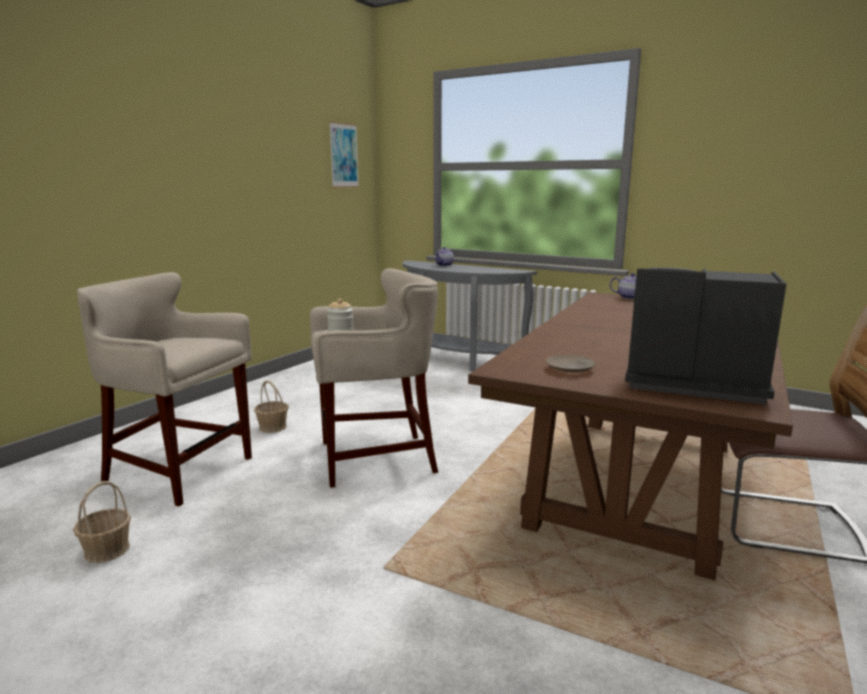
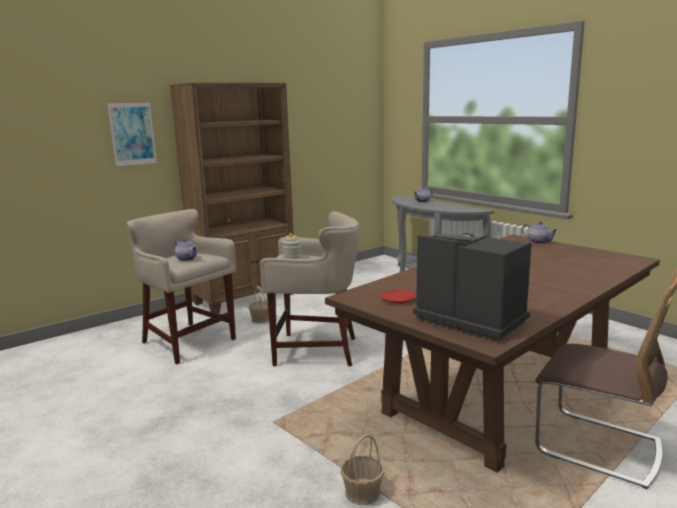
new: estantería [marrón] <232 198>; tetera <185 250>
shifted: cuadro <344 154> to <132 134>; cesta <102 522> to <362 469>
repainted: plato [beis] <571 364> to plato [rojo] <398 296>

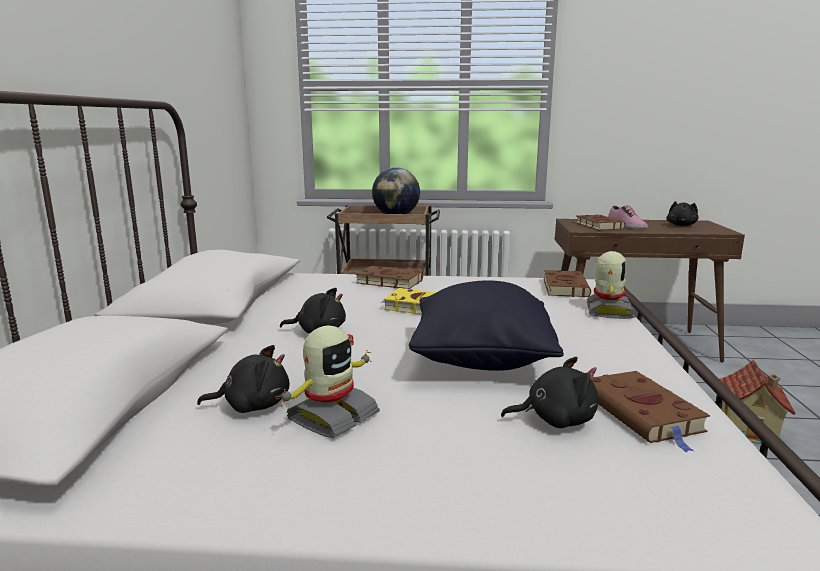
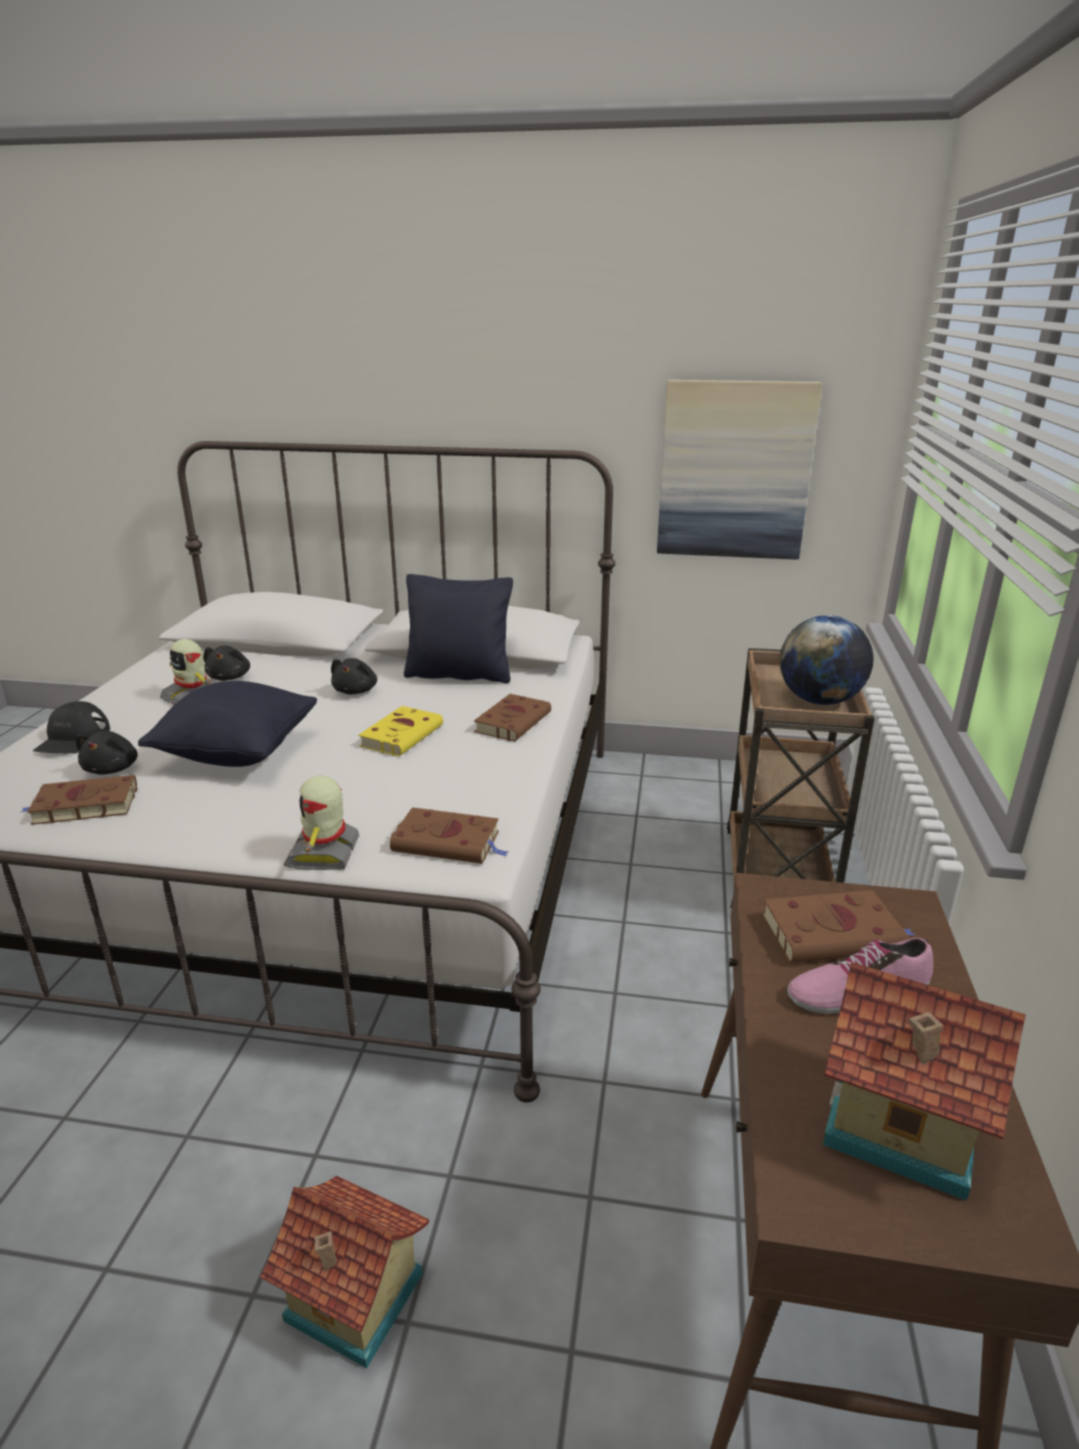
new: cuadro <739 470>; cojín [negro] <458 628>; gorra [negro] <71 727>
swapped: peluche [negro] <682 213> to casita <924 1081>
rotated: robot de juguete <611 285> = <322 823> 75 degrees clockwise

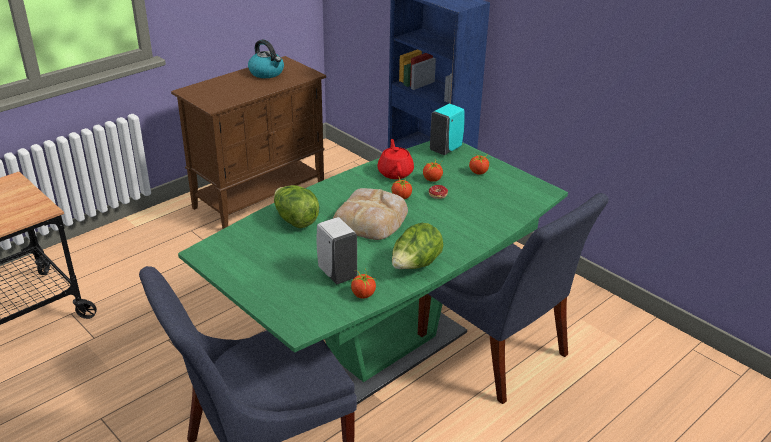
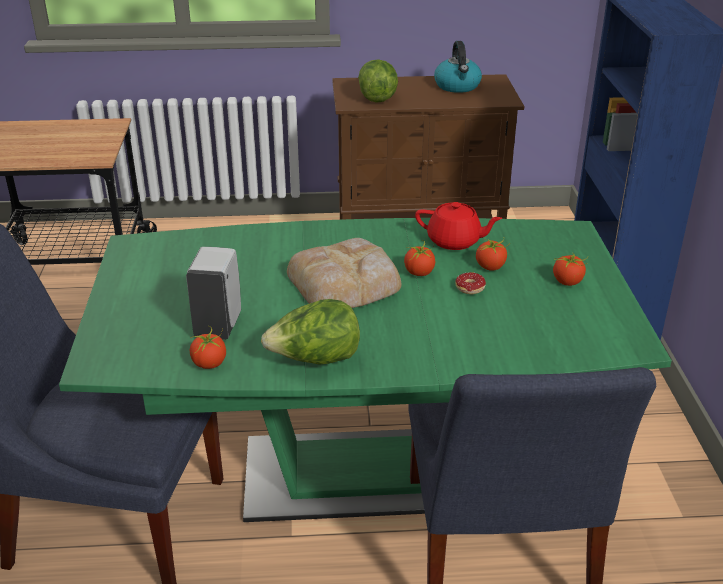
gone: dispensador de jabón [turquesa] <447 129>
shifted: lechuga <296 206> to <378 81>
rotated: tetera [rojo] <396 159> = <458 226> 75 degrees clockwise

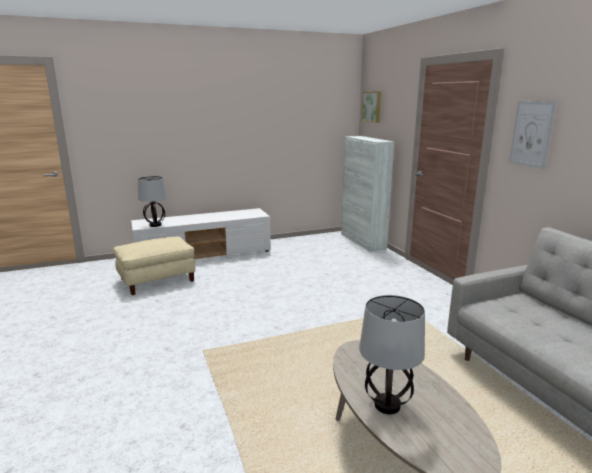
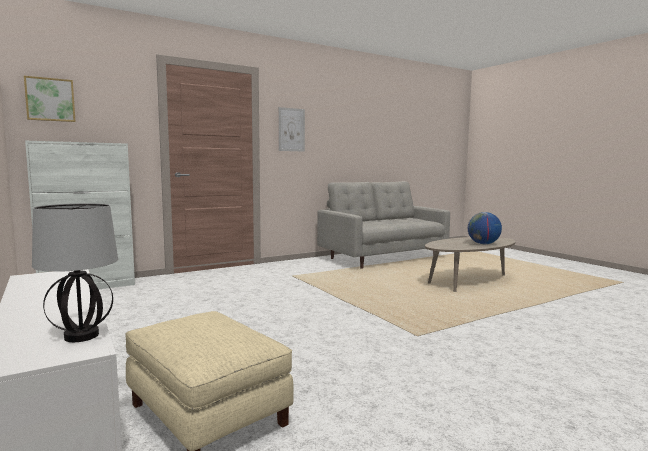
swapped: lámpara de mesa <392 354> to globo terráqueo <485 228>

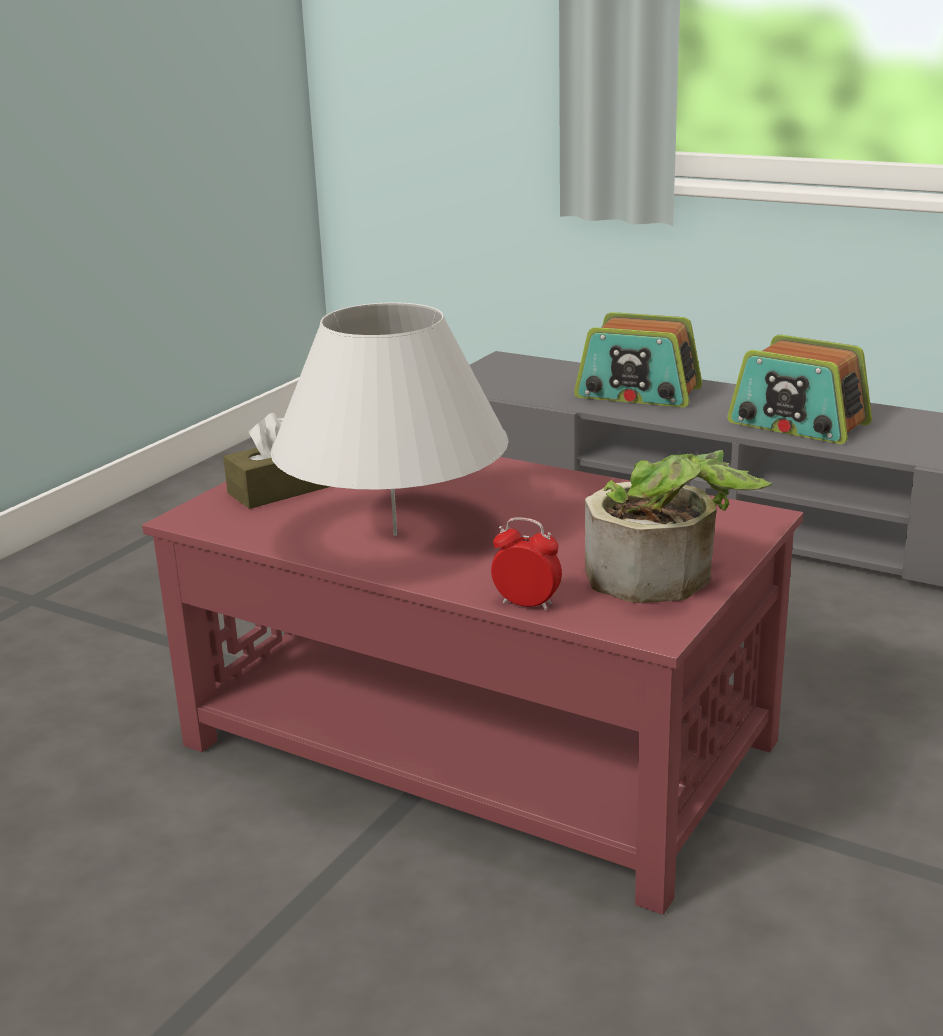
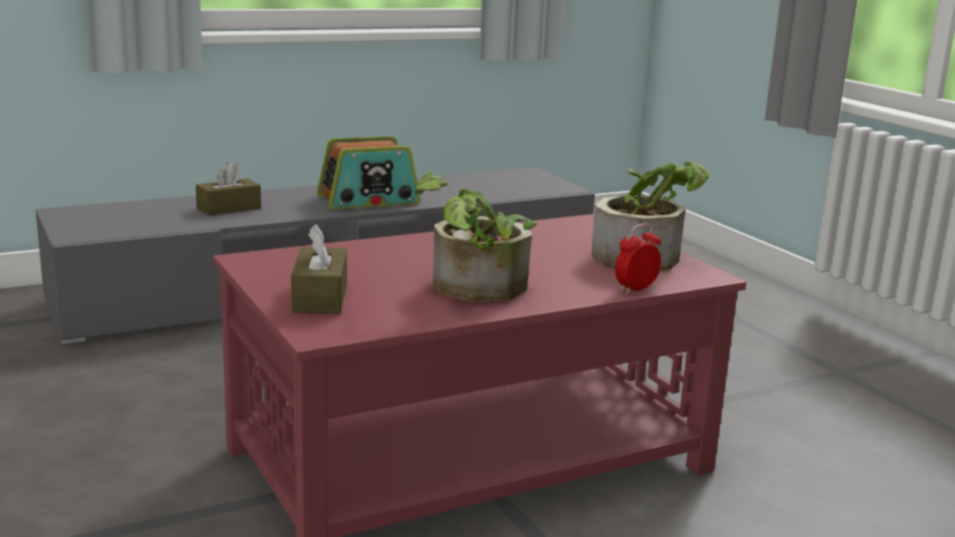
swapped: lámpara de mesa [blanco] <389 419> to planta en maceta <475 236>; radio <638 359> to caja de pañuelos [marrón] <228 189>

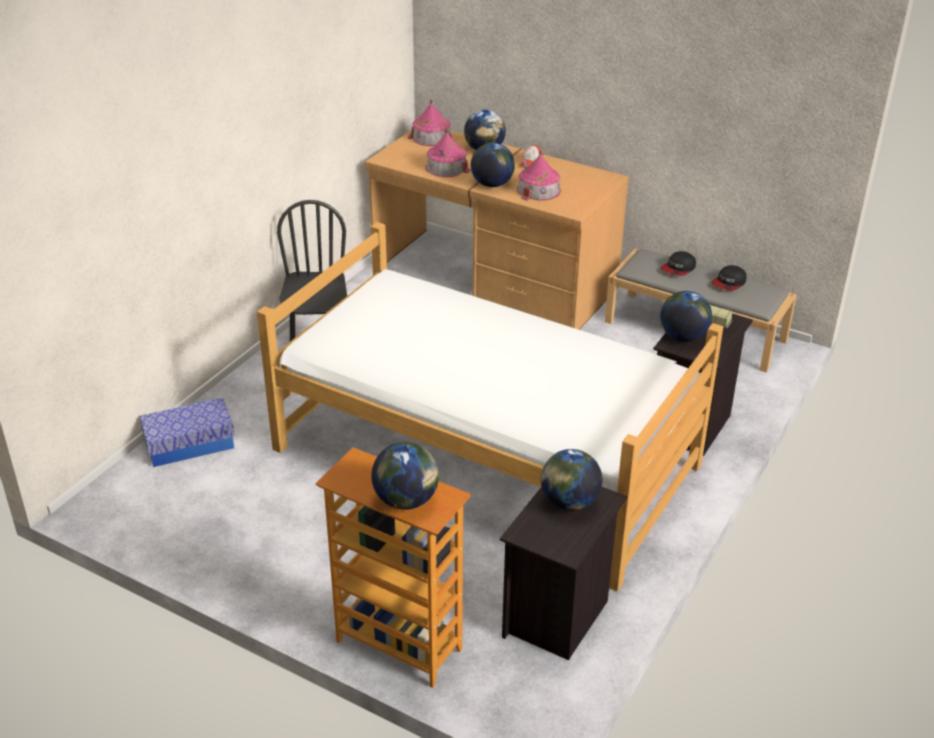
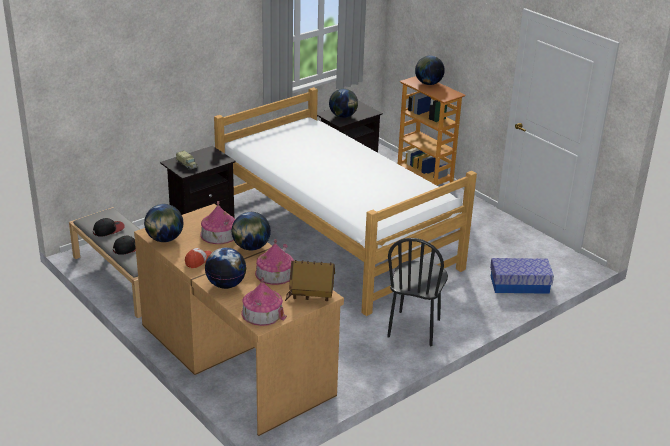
new: casita <310 280>
shifted: globo terráqueo <686 316> to <163 223>

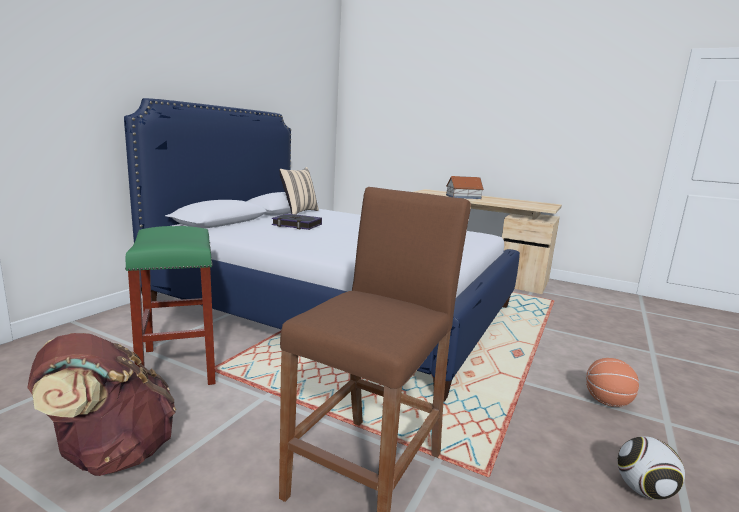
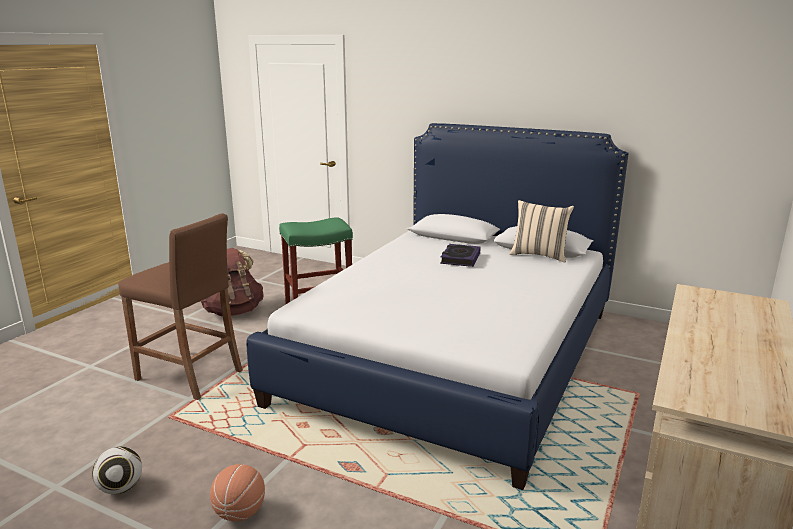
gone: casita <465 187>

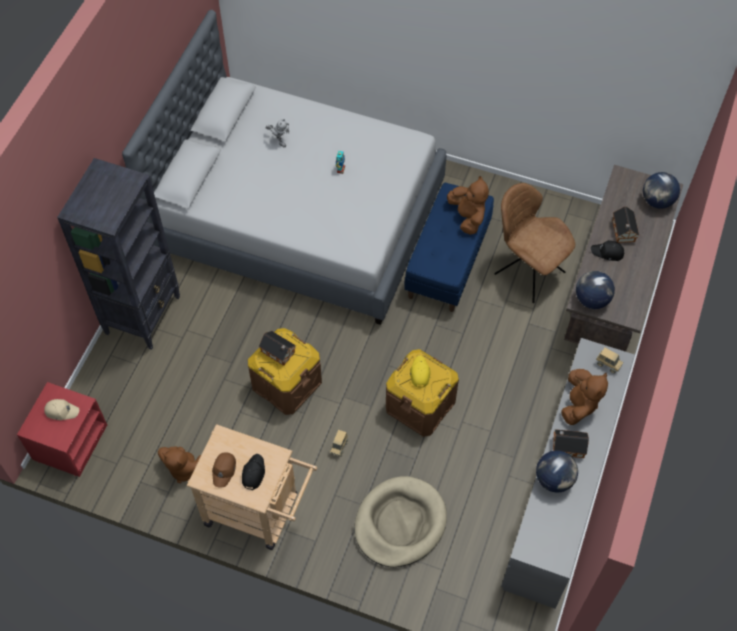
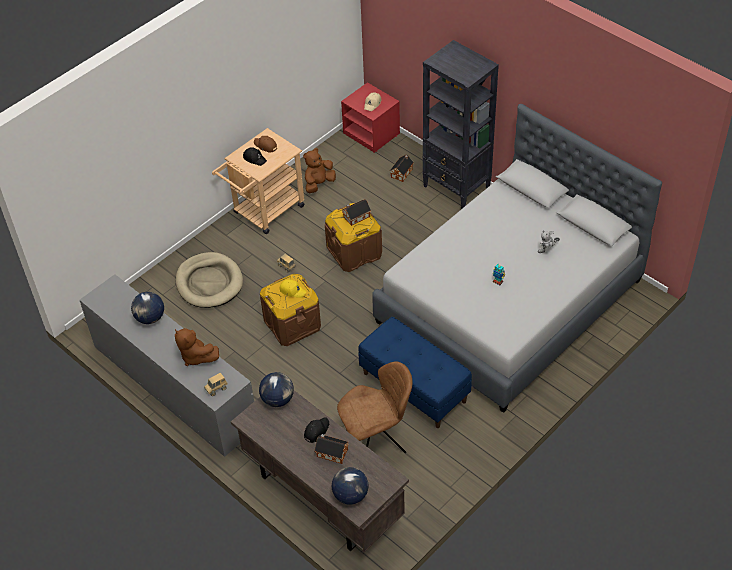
gone: peluche [marrón] <468 205>
shifted: casita <571 443> to <402 168>

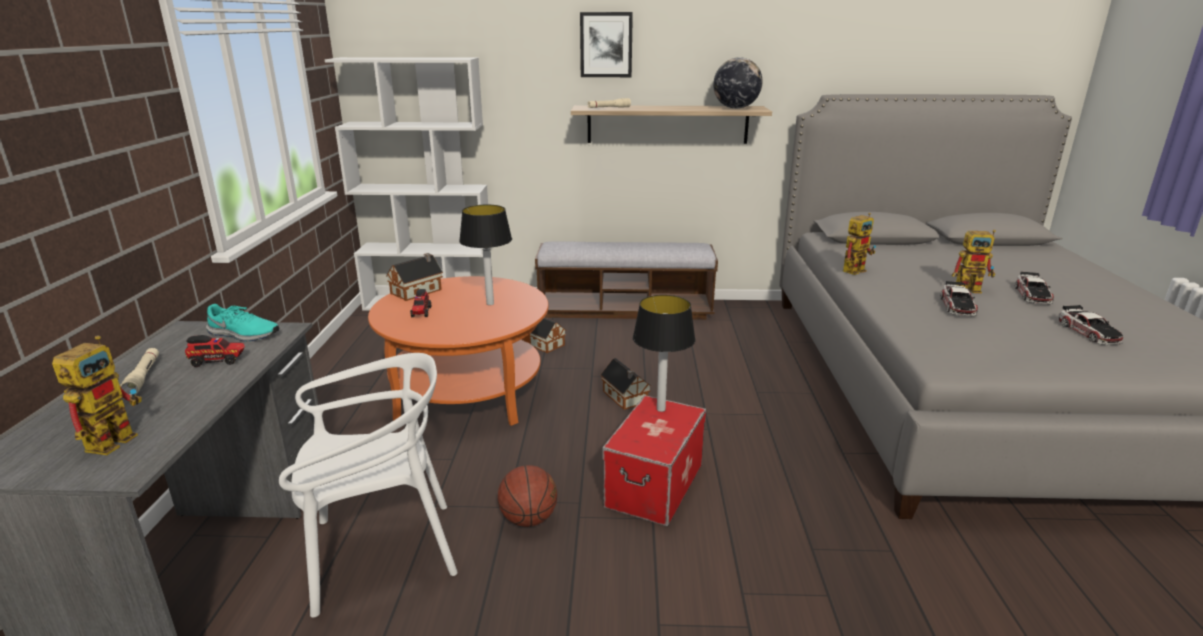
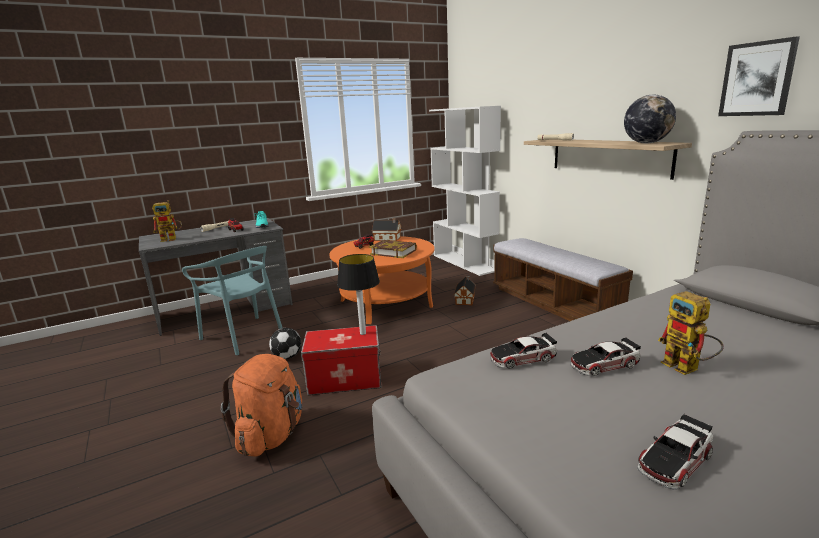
gone: robot de juguete <859 244>; casita <626 384>
new: mochila [naranja] <261 405>
shifted: cuadro <606 44> to <759 76>; coche de juguete <1034 288> to <523 351>
swapped: lámpara de mesa <485 255> to libro <393 249>; balón de baloncesto <527 496> to balón de fútbol <285 343>
repainted: silla [blanco] <368 485> to silla [turquesa] <232 300>

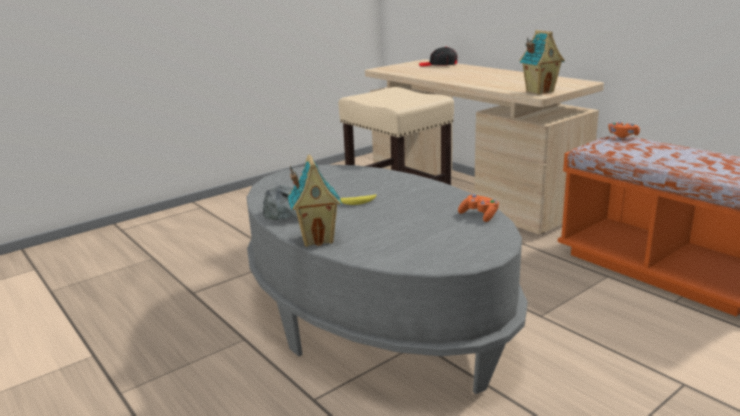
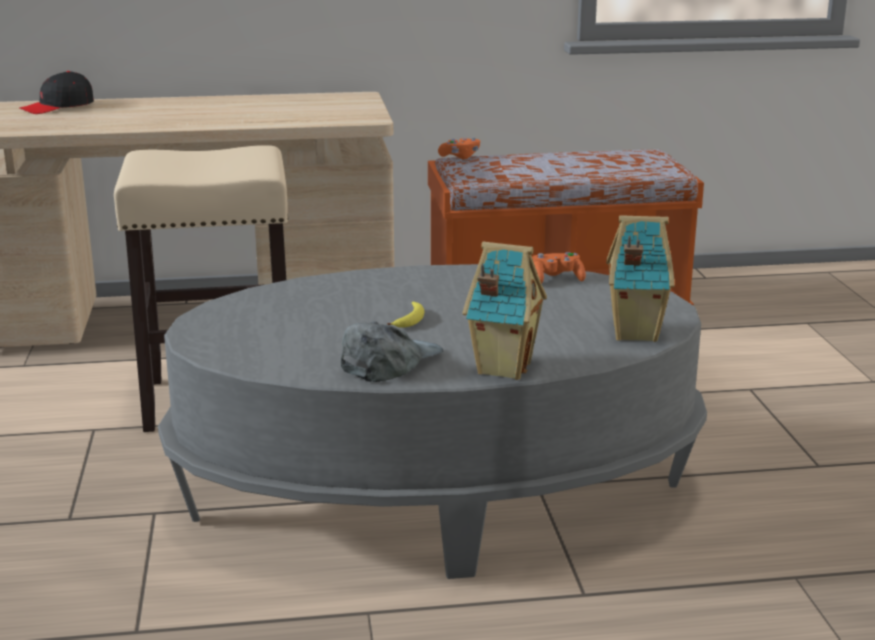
shifted: casita <542 62> to <640 278>

